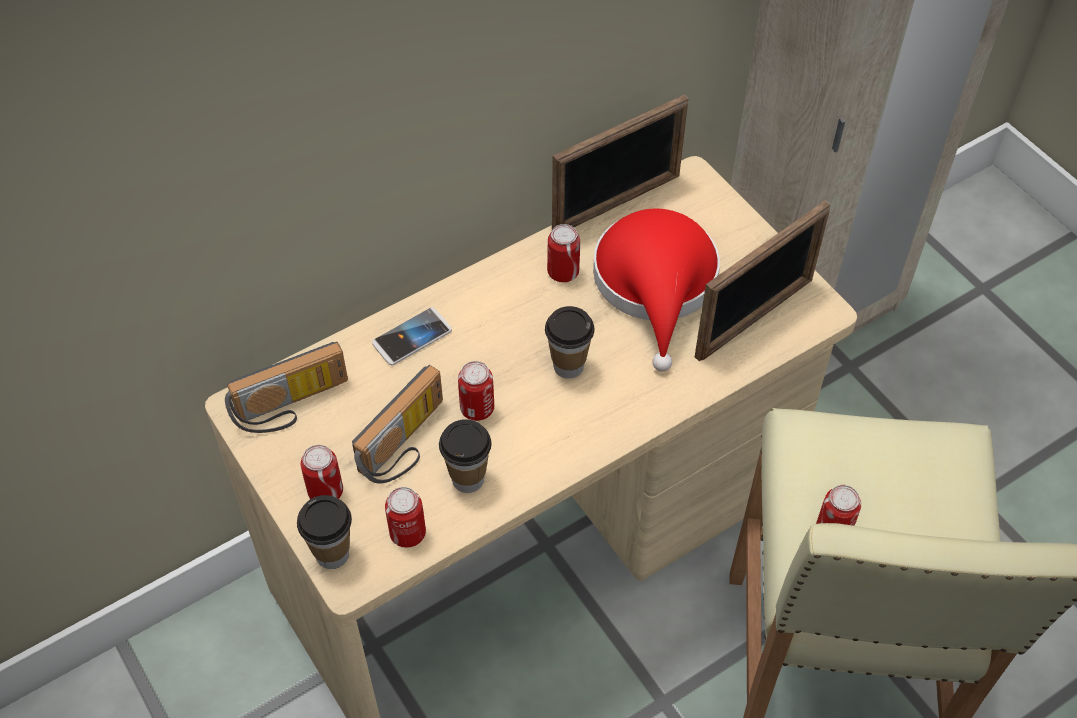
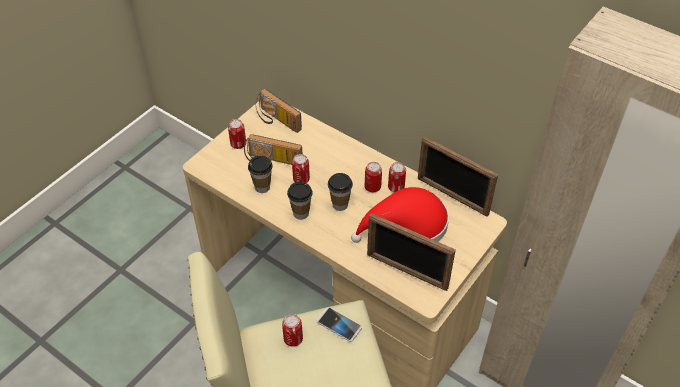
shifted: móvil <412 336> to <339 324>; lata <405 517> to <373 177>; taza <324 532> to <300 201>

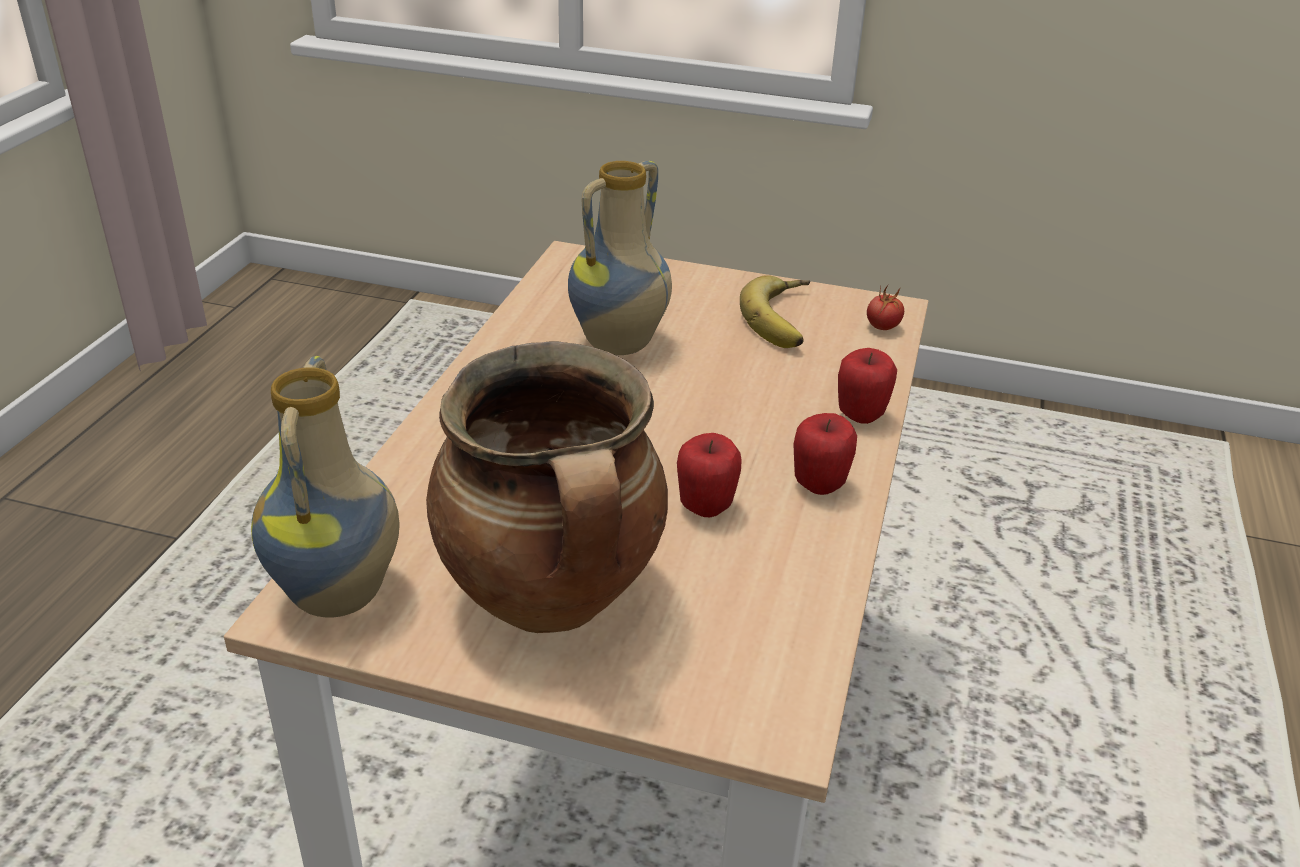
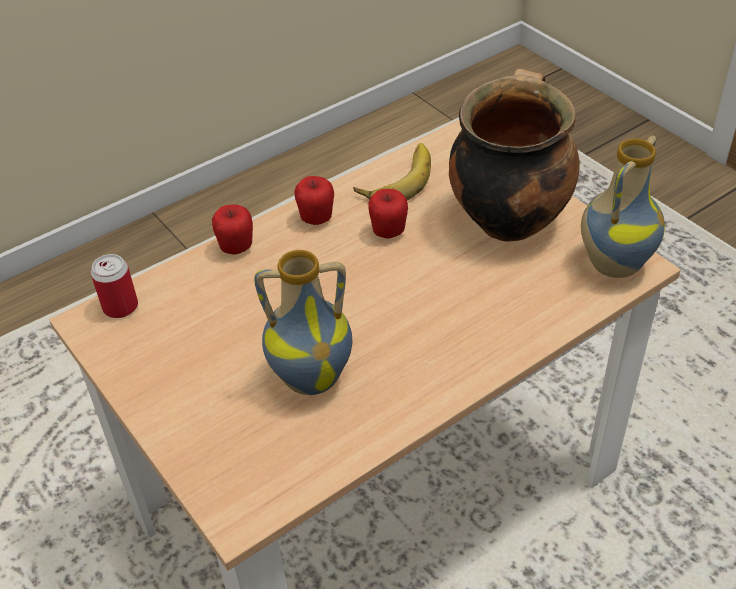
shifted: plátano <775 311> to <392 171>
swapped: tomate <885 307> to lata <114 286>

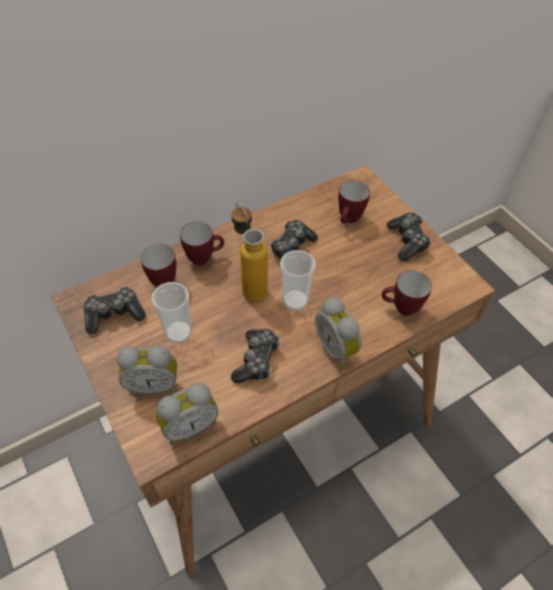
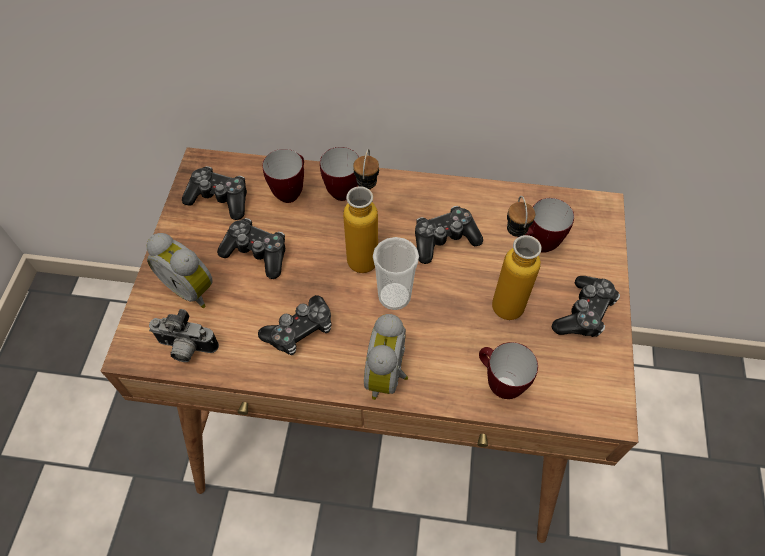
new: botella <517 258>
swapped: taza <172 312> to mando de consola <251 248>; despertador <187 414> to cámara <184 335>

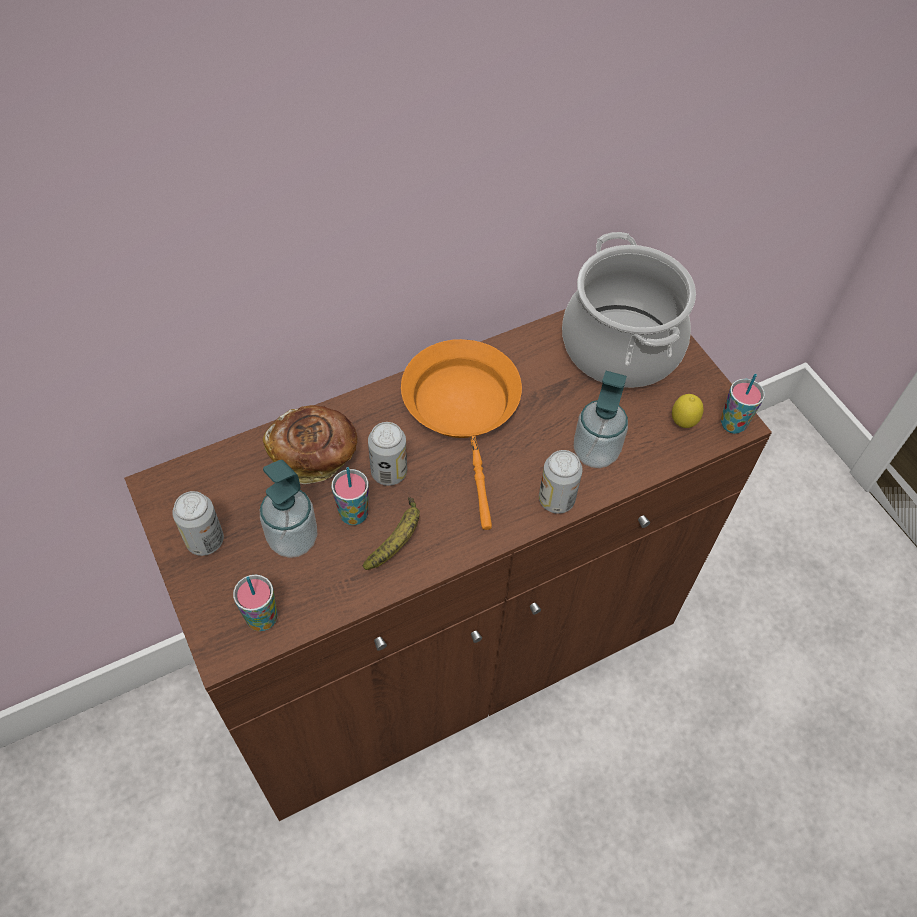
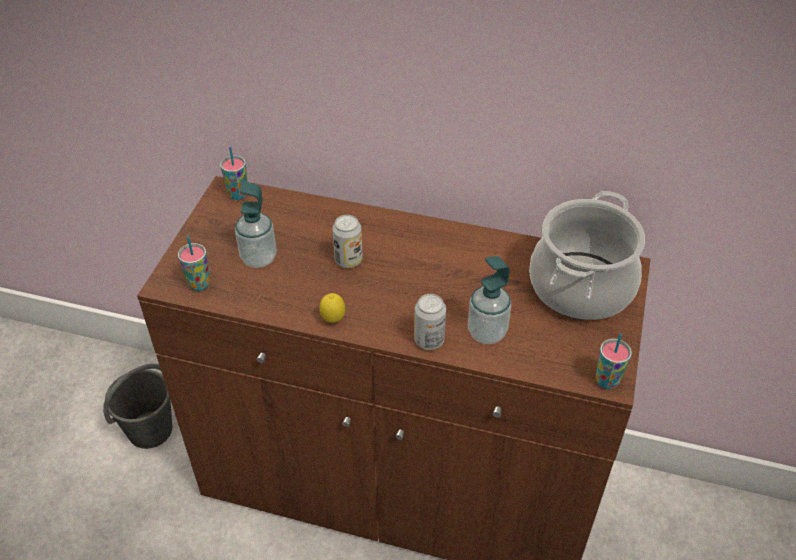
gone: sartén [naranja] <461 434>; pan <310 444>; lata <198 523>; plátano <391 533>
new: cubo [gris] <137 406>
shifted: limón <687 411> to <332 308>; taza <350 496> to <233 173>

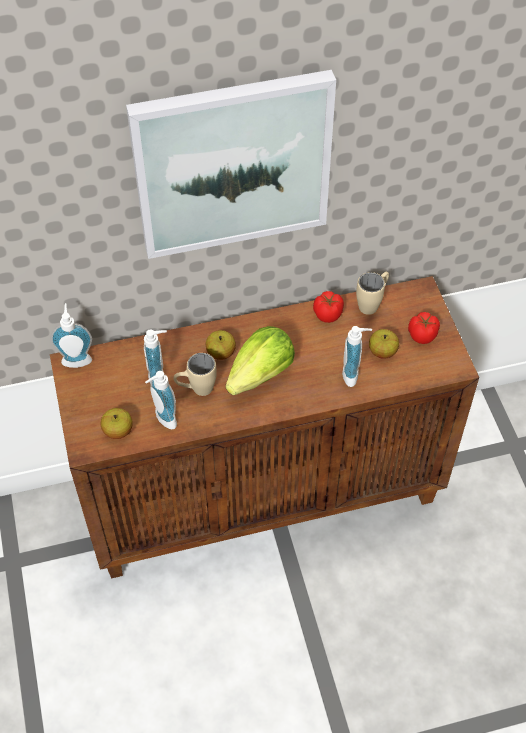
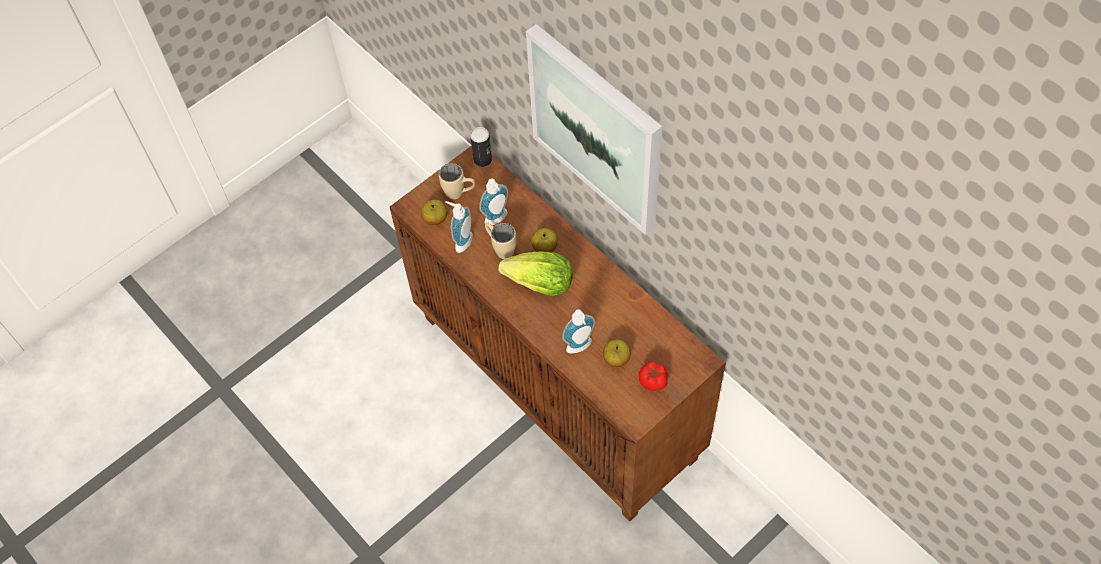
gone: tomate <328 307>
shifted: taza grande [beis] <372 293> to <457 181>
swapped: dispensador de jabón <71 335> to lata <481 147>

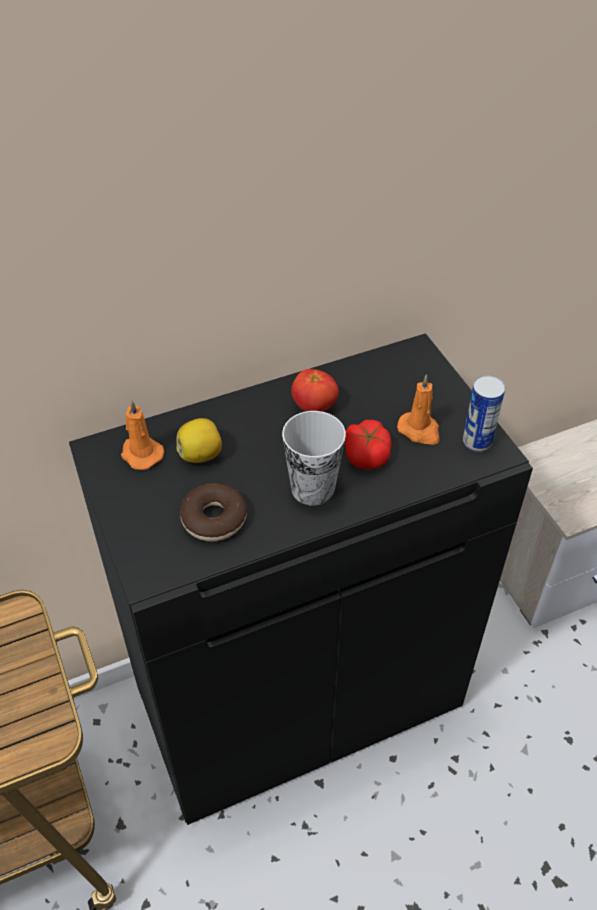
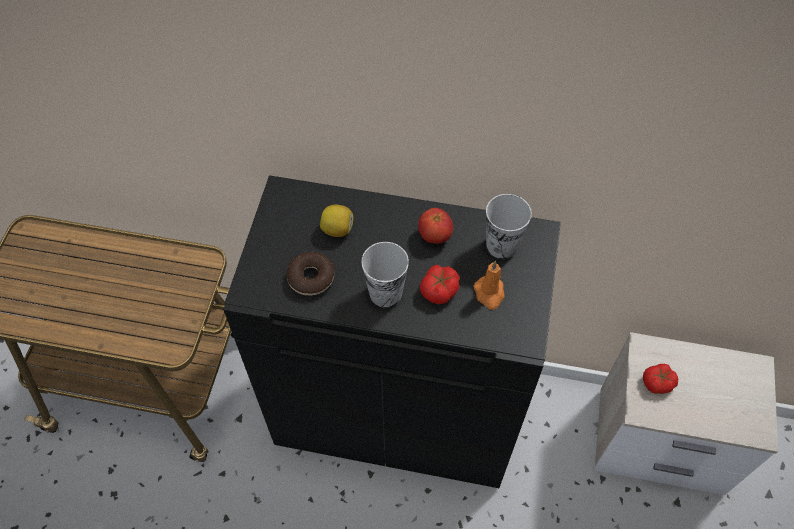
gone: lata <484 414>; vela [naranja] <142 435>
new: taza <509 226>; tomate <660 379>

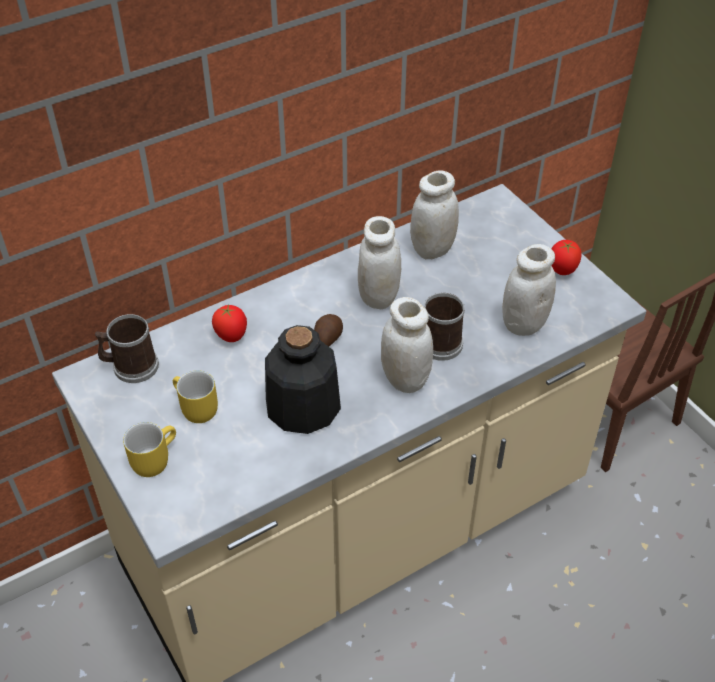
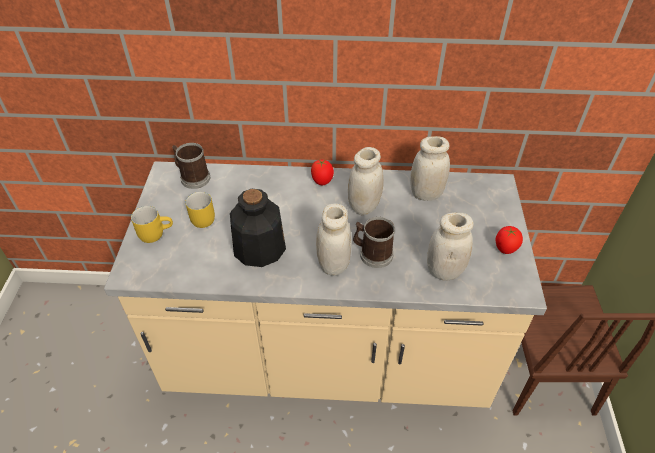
gone: patata <328 330>
shifted: tomate <229 323> to <322 172>

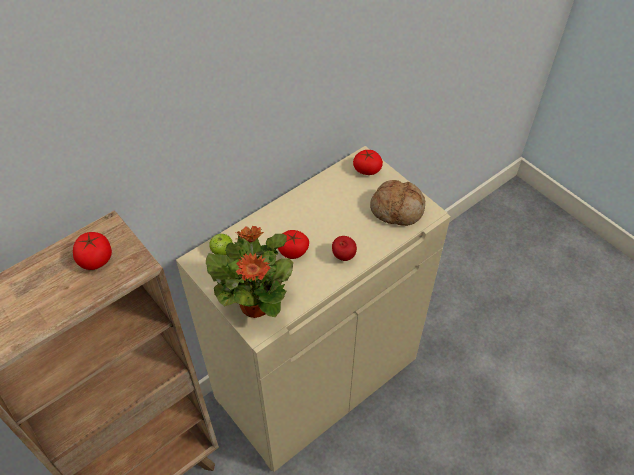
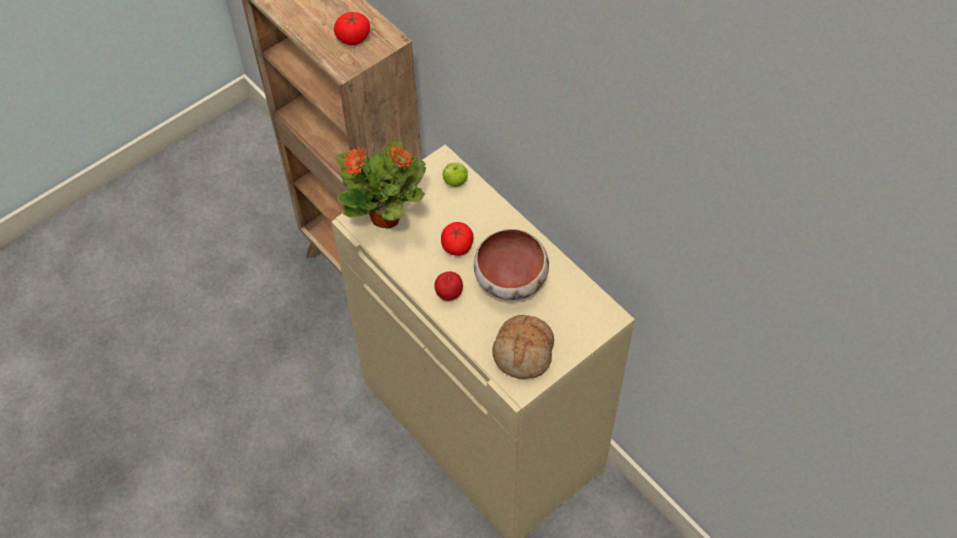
gone: tomate <368 162>
new: cuenco <511 264>

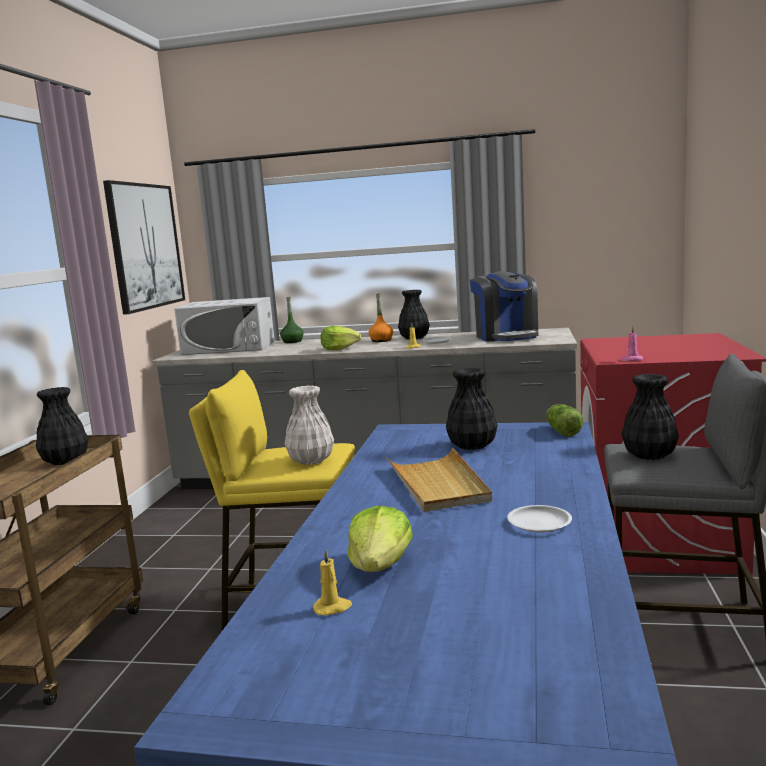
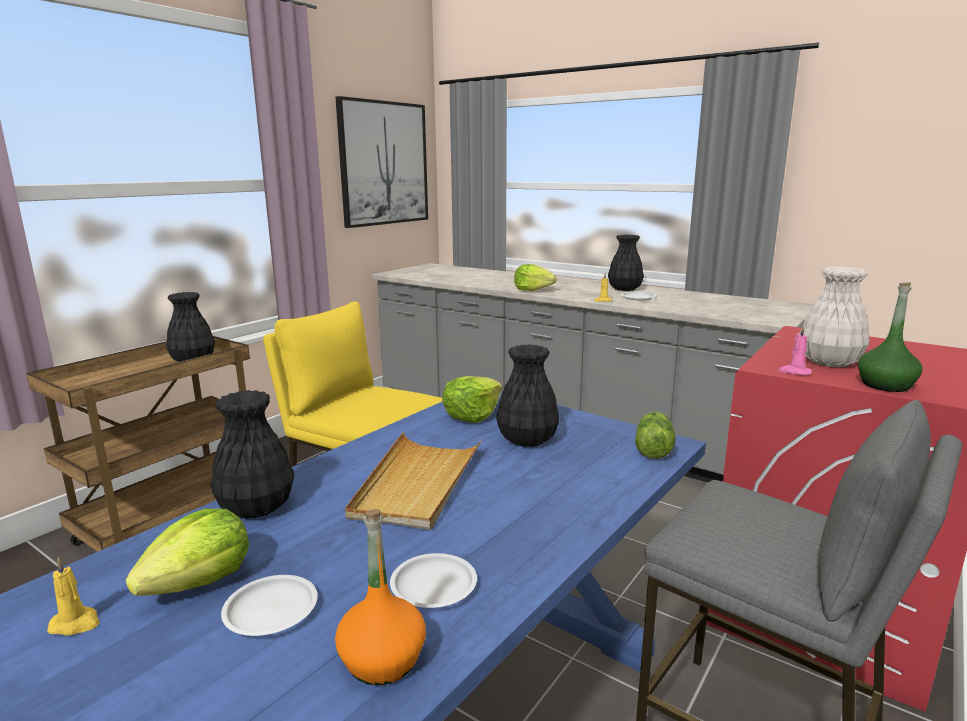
gone: cafetera <504 306>; microondas [blanco] <224 326>
new: lechuga <472 399>; plato [blanco] <269 605>
shifted: botella [naranja] <381 317> to <380 597>; botella [verde] <292 320> to <890 337>; florero [negro] <650 417> to <252 454>; florero [blanco] <309 425> to <834 316>

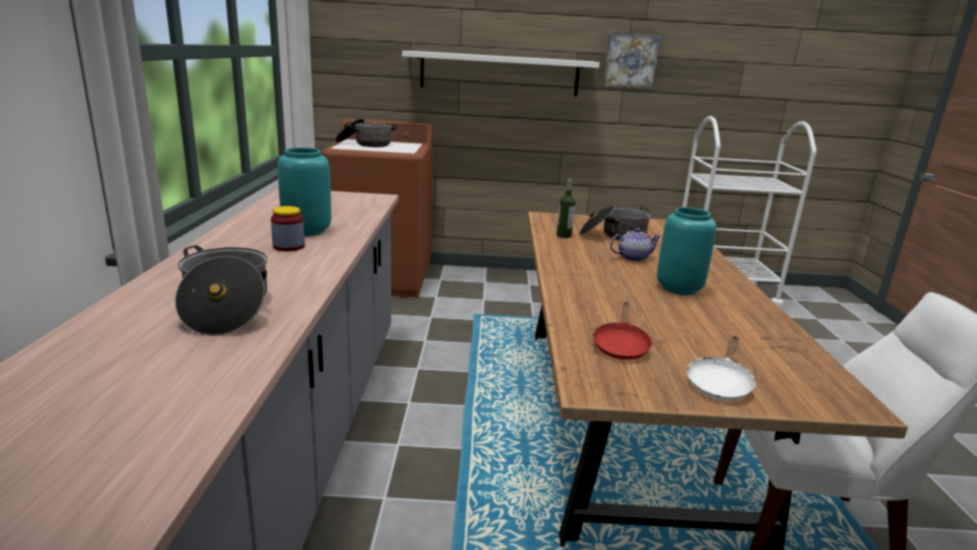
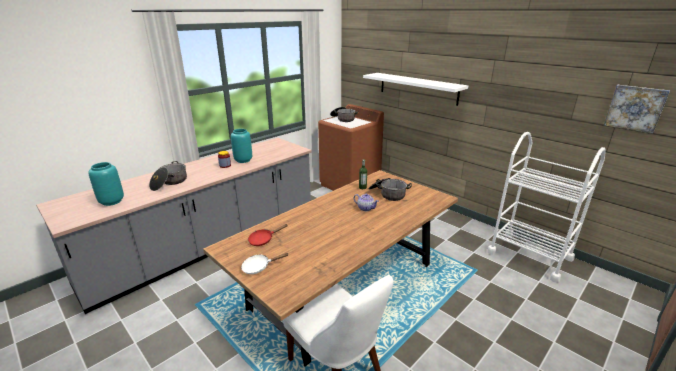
shifted: cuadro <632 61> to <637 109>; florero [turquesa] <686 251> to <106 184>

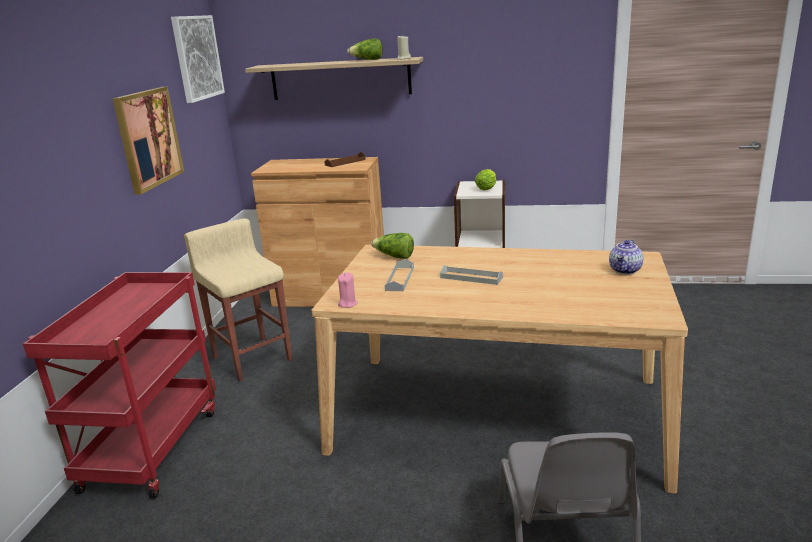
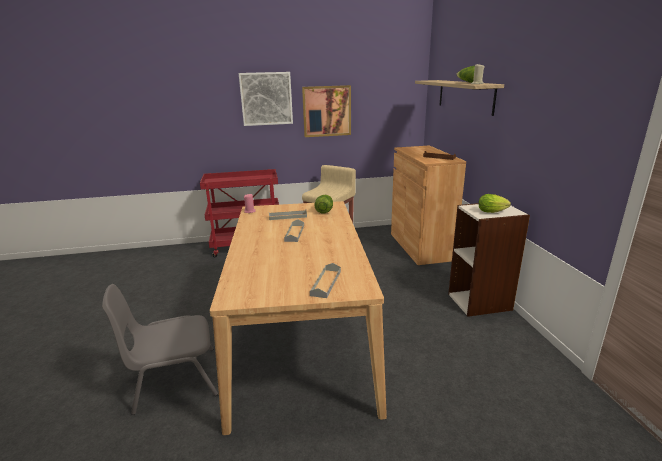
shifted: cuadro <198 59> to <266 99>
swapped: tetera <626 257> to bandeja [gris] <325 280>

